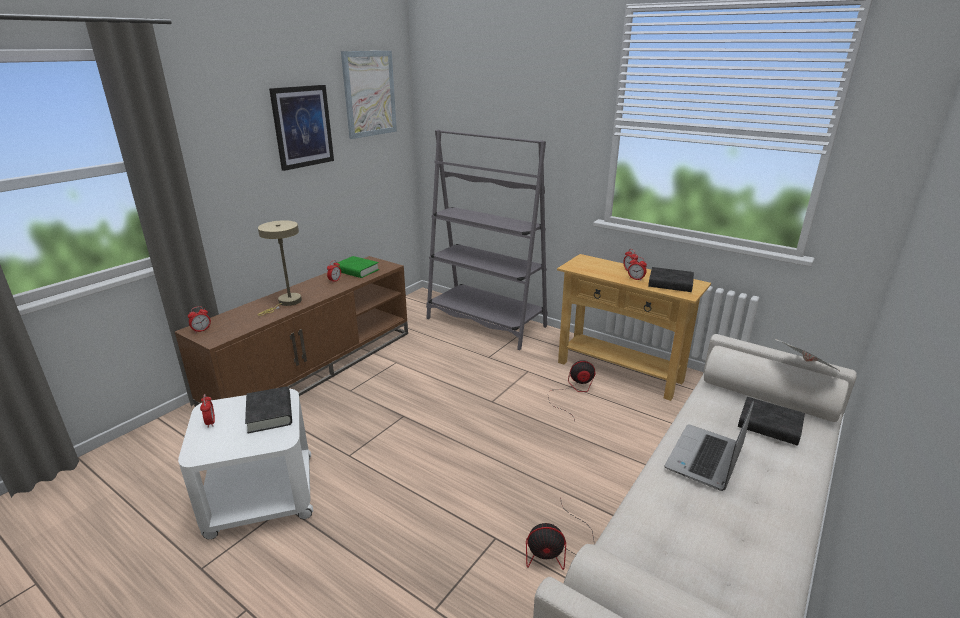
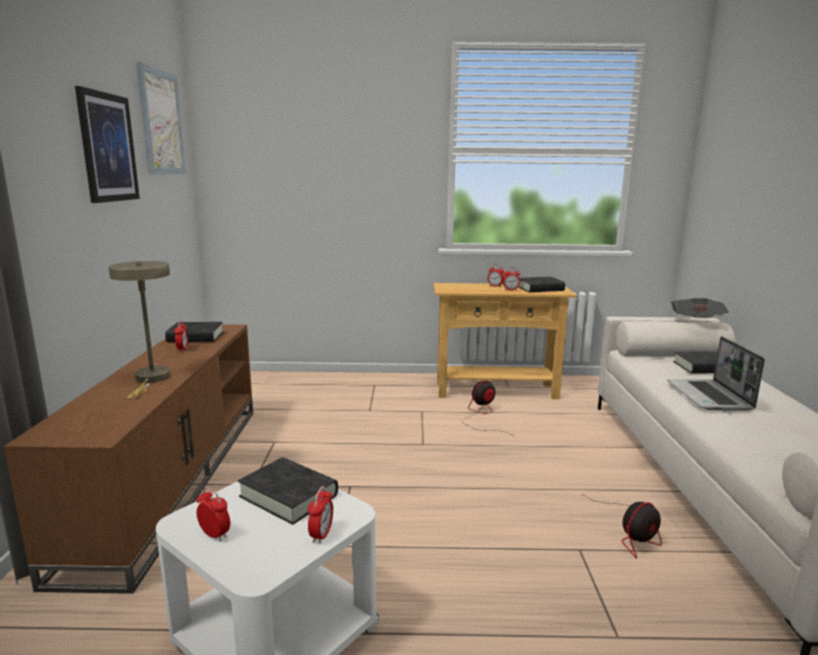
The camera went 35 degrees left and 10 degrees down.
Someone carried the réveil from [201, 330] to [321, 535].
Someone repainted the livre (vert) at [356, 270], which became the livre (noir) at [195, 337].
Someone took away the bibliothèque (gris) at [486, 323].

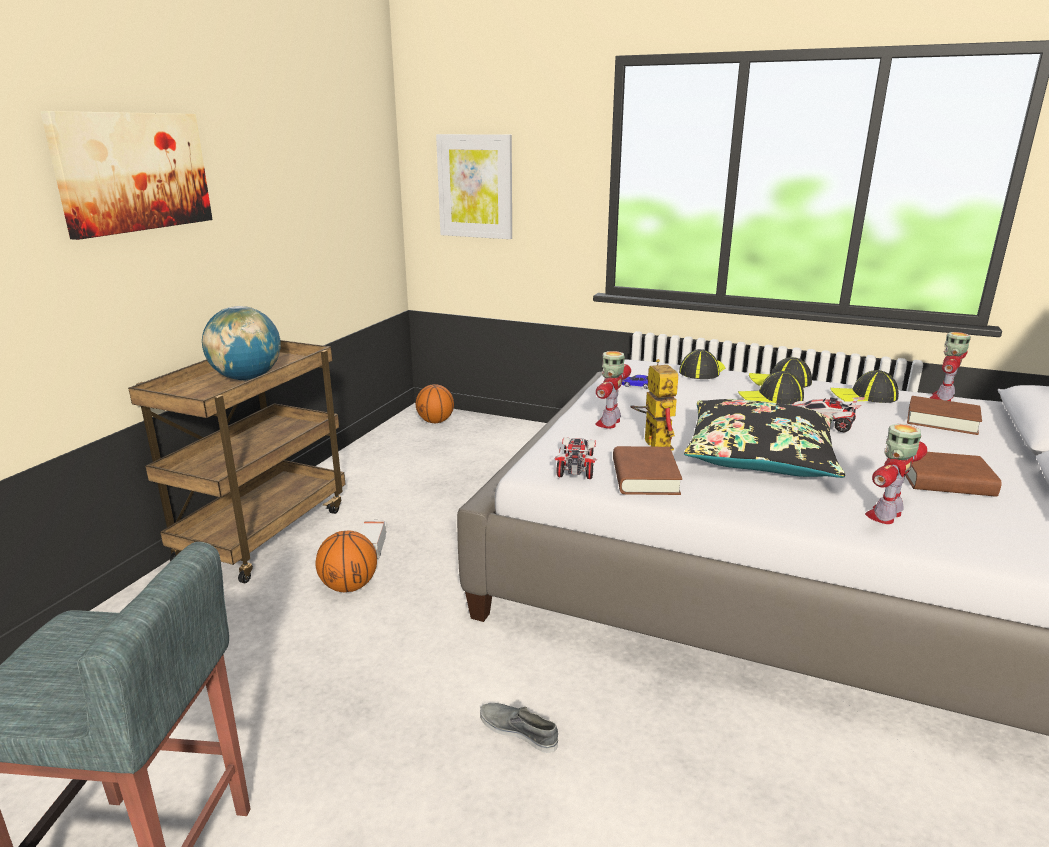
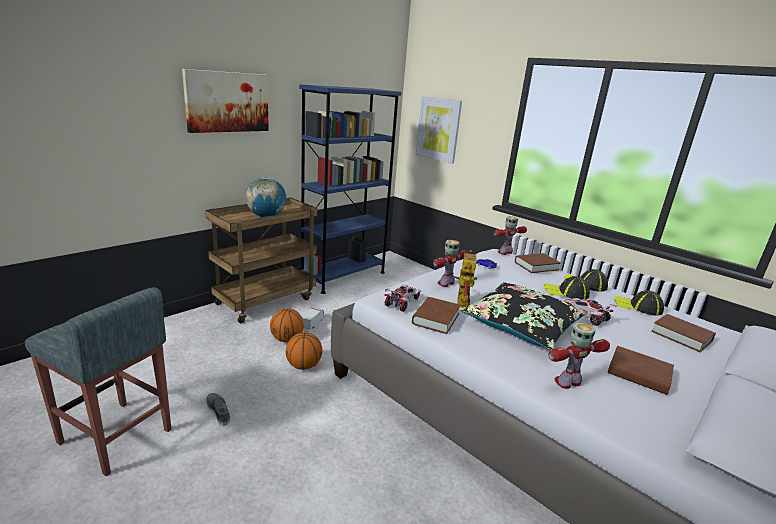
The camera went 20 degrees right and 0 degrees up.
Someone carried the ballon de basket from [435, 421] to [304, 366].
Someone carried the chaussure (gris) from [519, 730] to [219, 411].
Someone swapped the casquette at [702, 371] for the livre (marron) at [536, 266].
Someone carried the robot jouet from [943, 398] to [505, 252].
Someone put down the bibliothèque (bleu) at [343, 276].

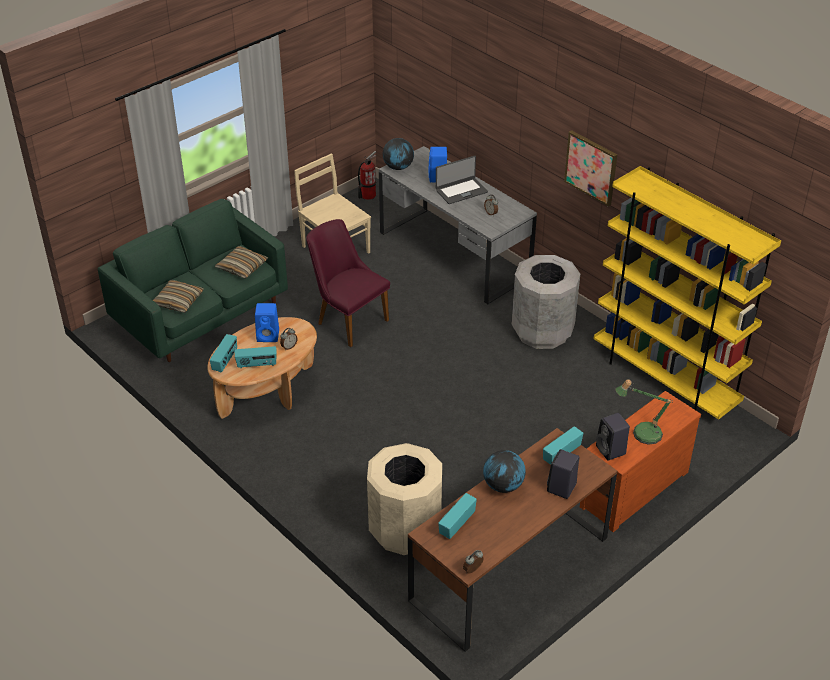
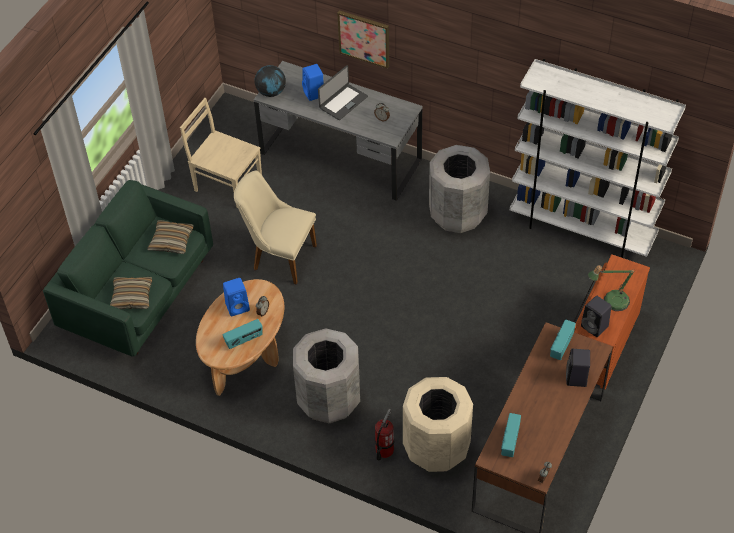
The camera went 20 degrees left and 10 degrees up.
Someone took away the radio at [225, 361].
Someone repainted the chaise (violet) at [347, 319], which became the chaise (beige) at [278, 256].
Someone carried the extincteur from [368, 195] to [384, 450].
Someone took away the globe at [503, 486].
Someone carried the tableau from [591, 167] to [364, 38].
Someone repainted the bibliothèque (jaune) at [664, 380], which became the bibliothèque (blanc) at [582, 230].
Someone put down the poubelle (gris) at [329, 400].

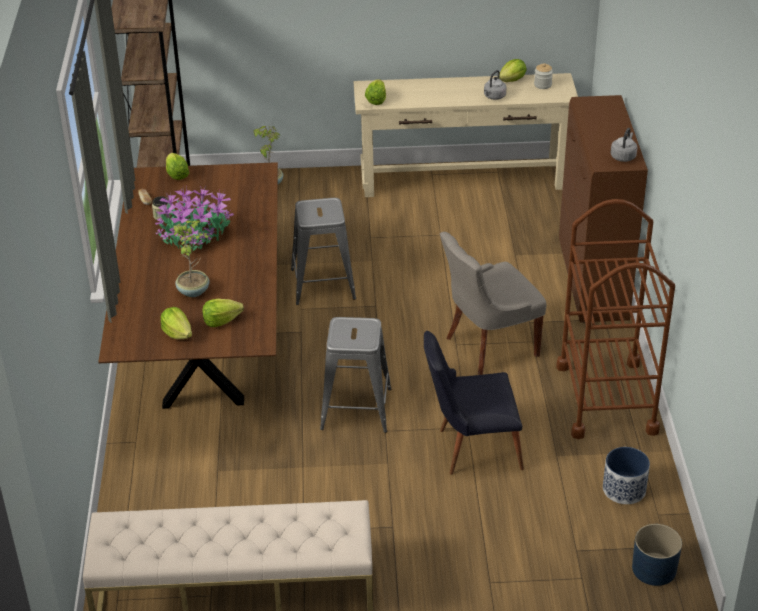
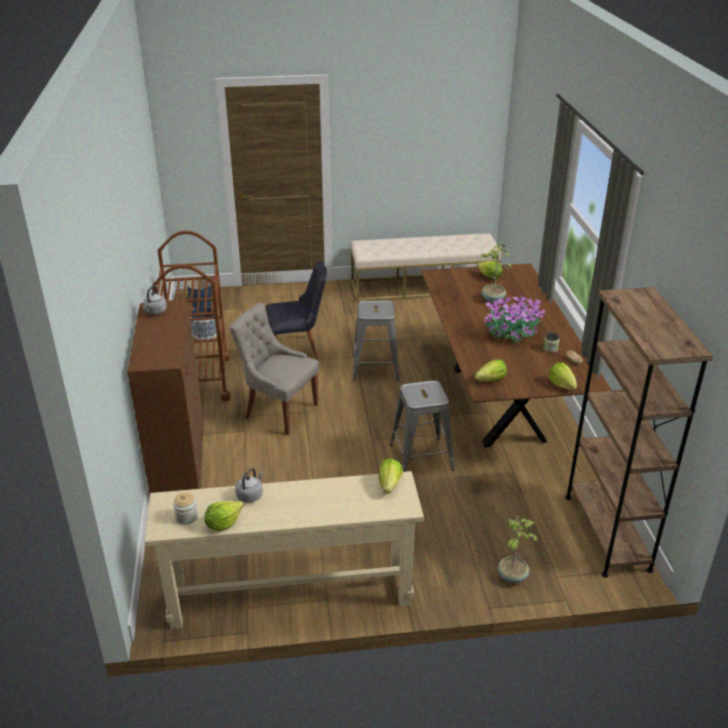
The camera went 175 degrees right and 5 degrees down.
Someone carried the laitue from [221, 321] to [491, 380].
Someone rotated the chaise (gris) at [489, 346] by 120 degrees counterclockwise.

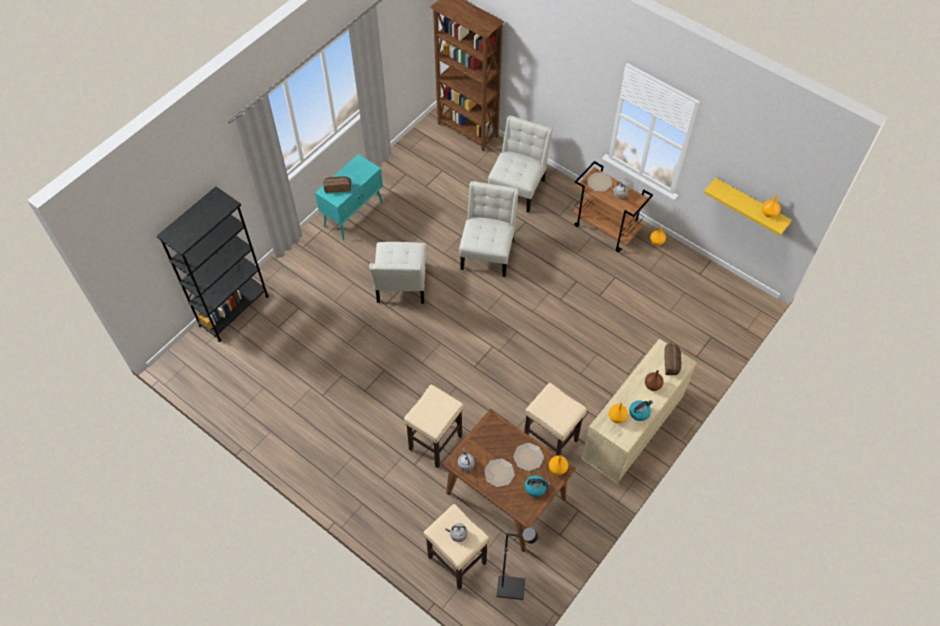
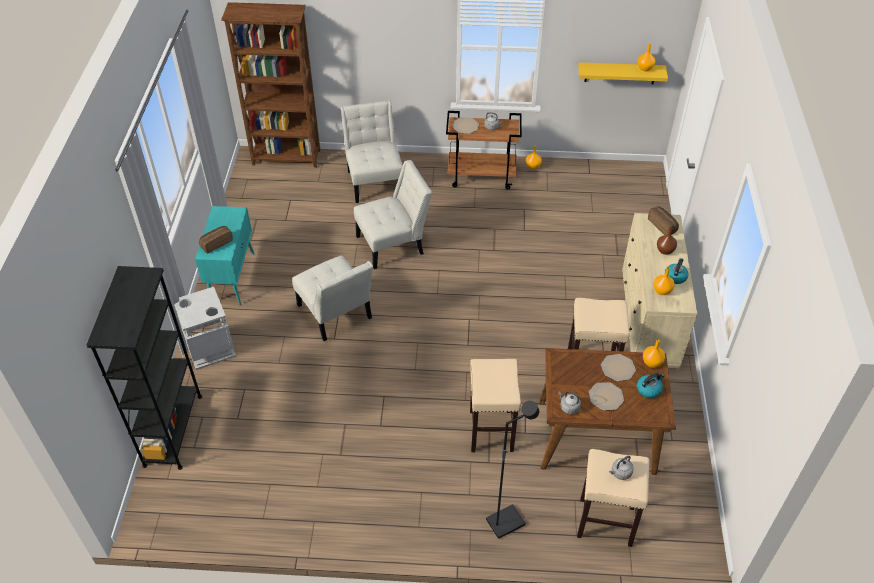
The camera went 35 degrees left and 10 degrees down.
Someone rotated the chaise (blanc) at [488, 251] by 90 degrees clockwise.
Someone carried the lampadaire (noir) from [511, 587] to [505, 521].
Someone put down the poubelle (gris) at [210, 348].

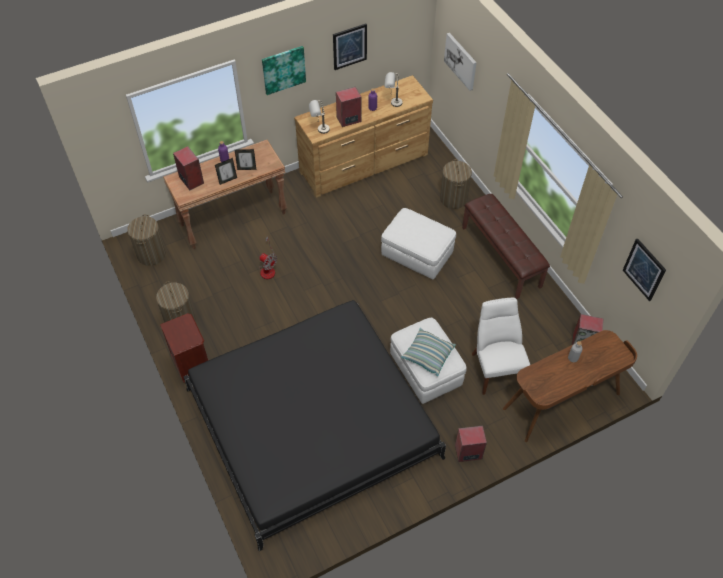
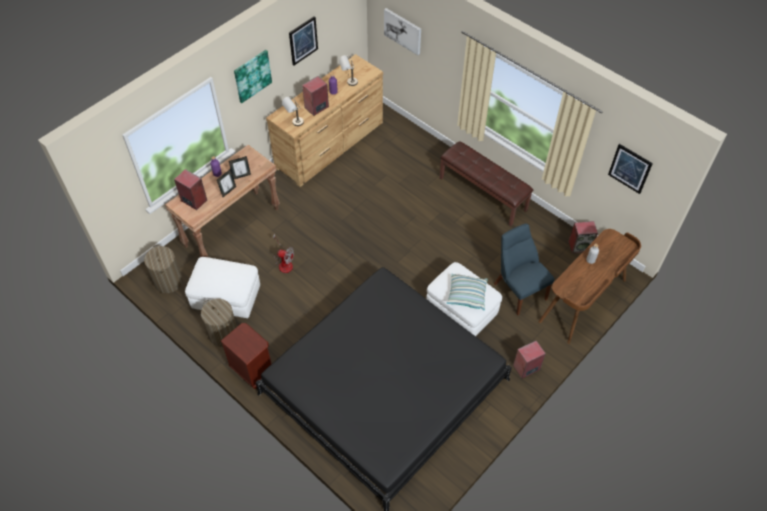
The camera went 20 degrees left and 0 degrees up.
Someone carried the pouf (blanc) from [417, 255] to [227, 298].
Someone took away the panier à linge at [453, 199].
Someone repainted the chaise (blanc) at [495, 368], which became the chaise (bleu) at [518, 290].

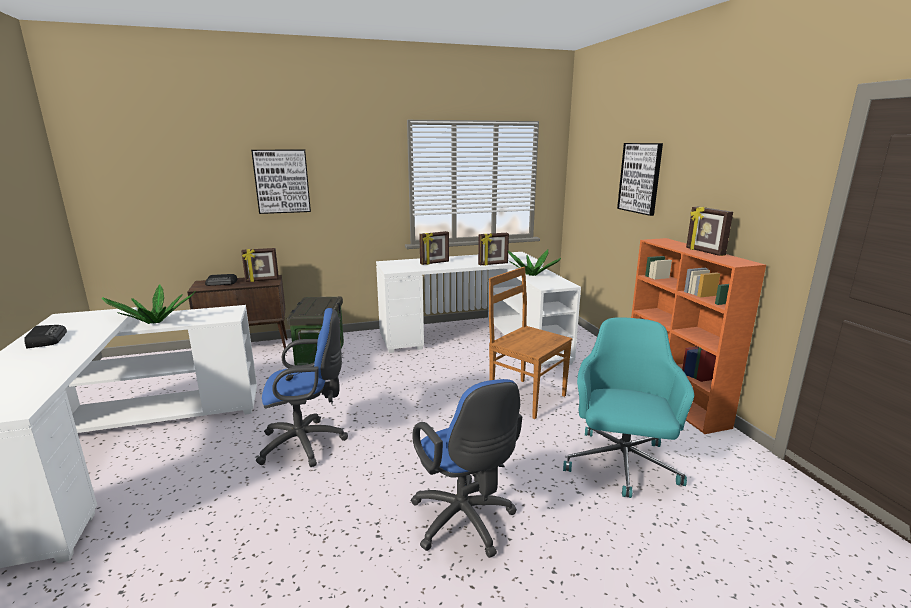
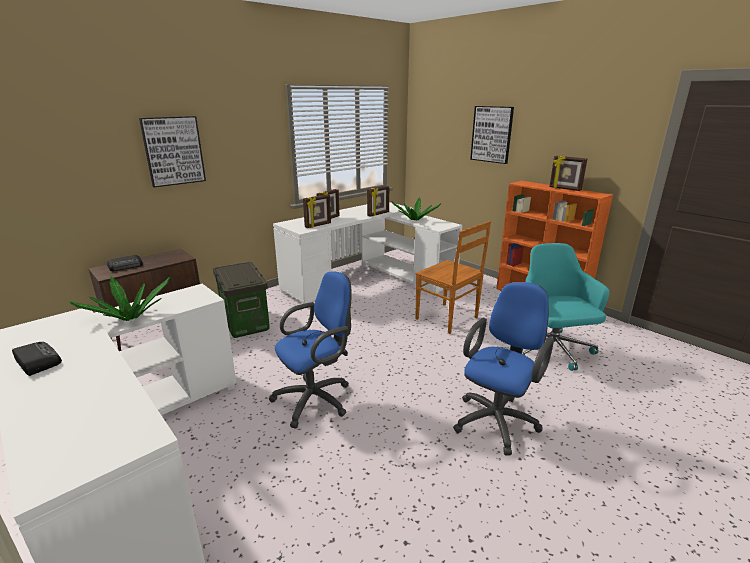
The camera went 25 degrees left and 5 degrees up.
Someone carried the cadre photo from [262, 280] to [318, 225].
Someone rotated the chaise de bureau (bleu) at [465, 523] by 90 degrees counterclockwise.
Someone rotated the chaise (marron) at [526, 397] by 150 degrees counterclockwise.

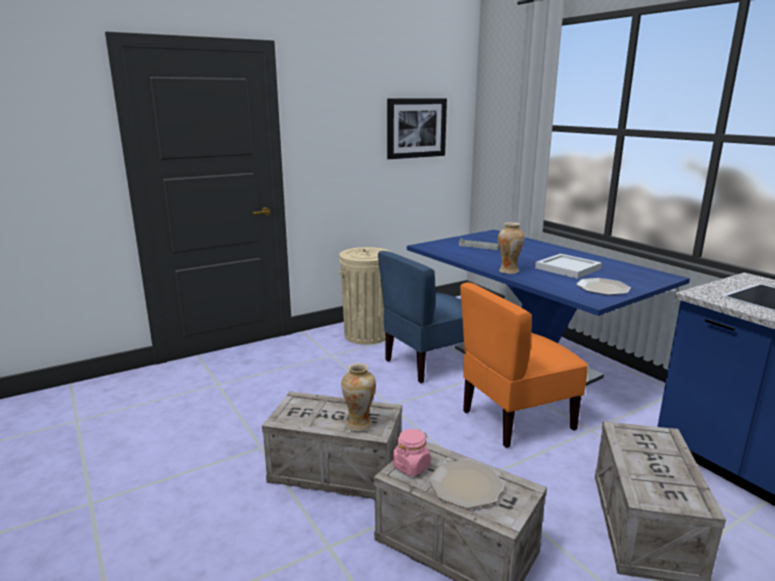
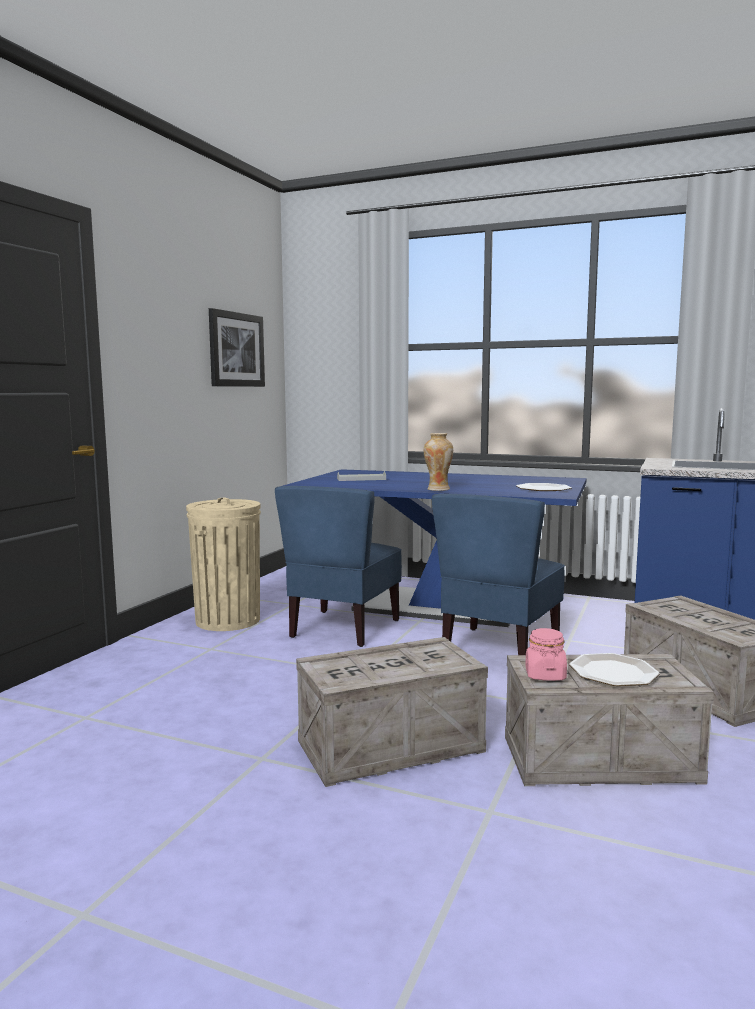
The camera went 35 degrees left and 10 degrees down.
Someone took away the vase at [359, 424].
Someone repainted the chaise (orange) at [516, 419], which became the chaise (bleu) at [499, 650].
Someone took away the plateau (blanc) at [567, 268].

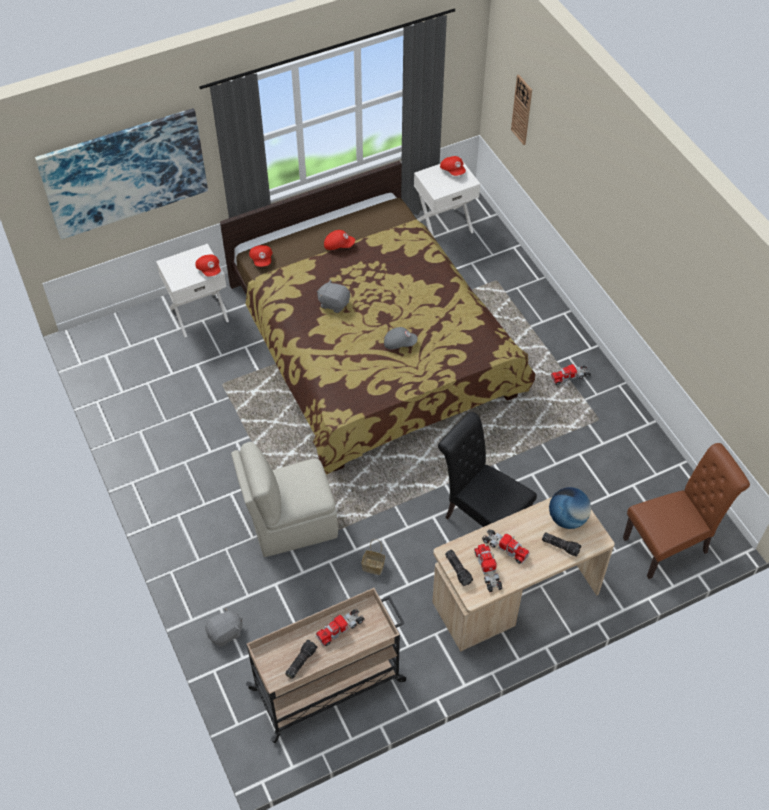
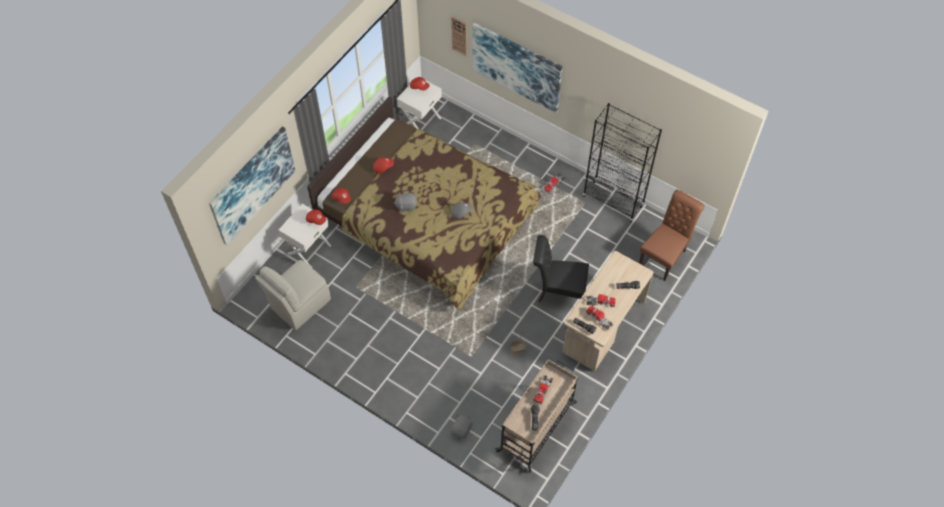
The camera went 30 degrees left and 5 degrees up.
Someone carried the chaise (beige) from [290, 523] to [299, 305].
Someone took away the globe at [567, 518].
Someone put up the tableau at [516, 66].
Someone put down the bibliothèque (noir) at [613, 201].

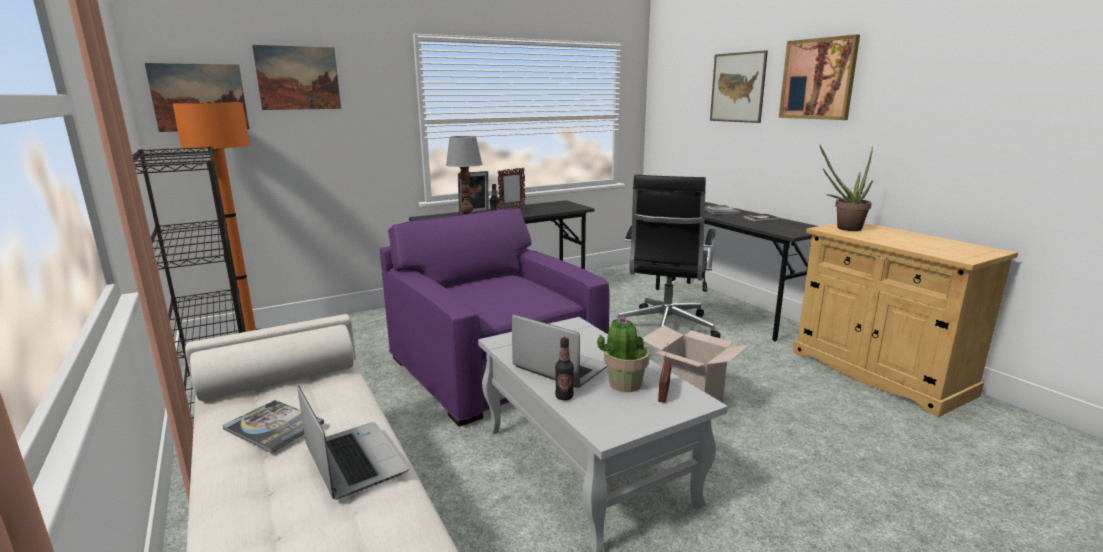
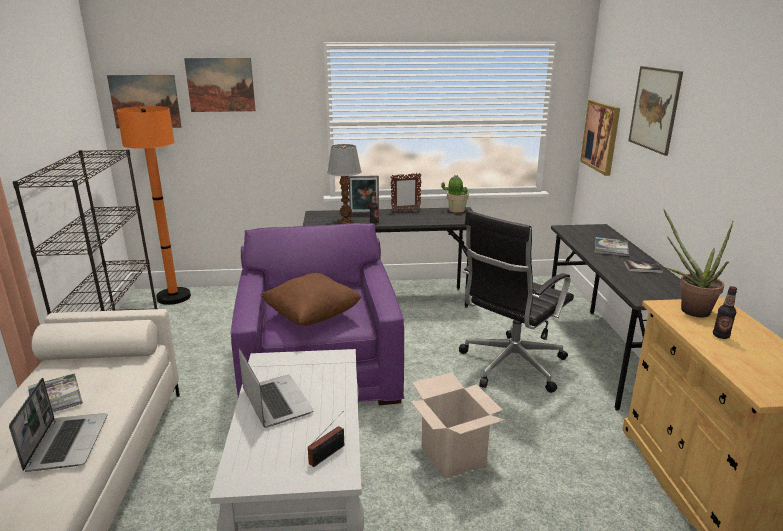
The camera went 25 degrees right and 5 degrees up.
Someone carried the bouteille from [564, 396] to [720, 336].
Someone carried the plante en pot from [624, 384] to [456, 210].
Someone carried the tableau from [818, 79] to [601, 136].
Someone put down the coussin (marron) at [312, 316].

